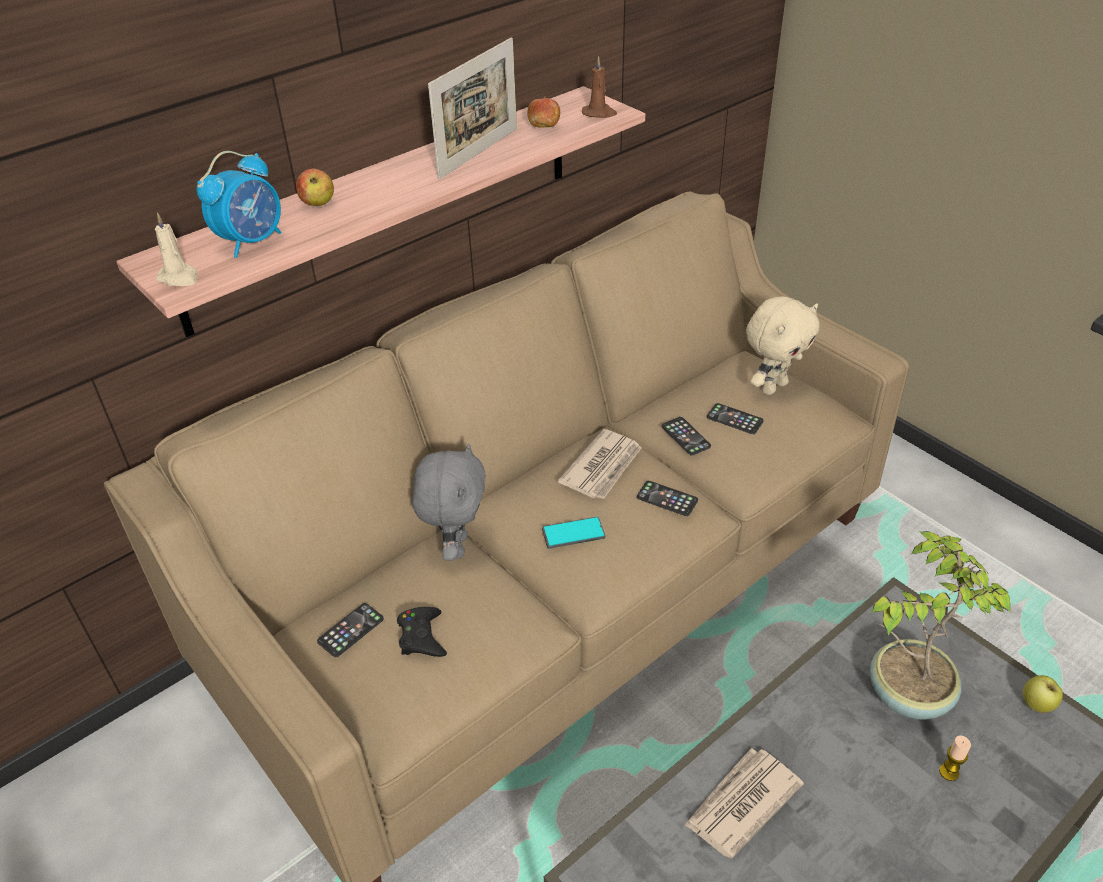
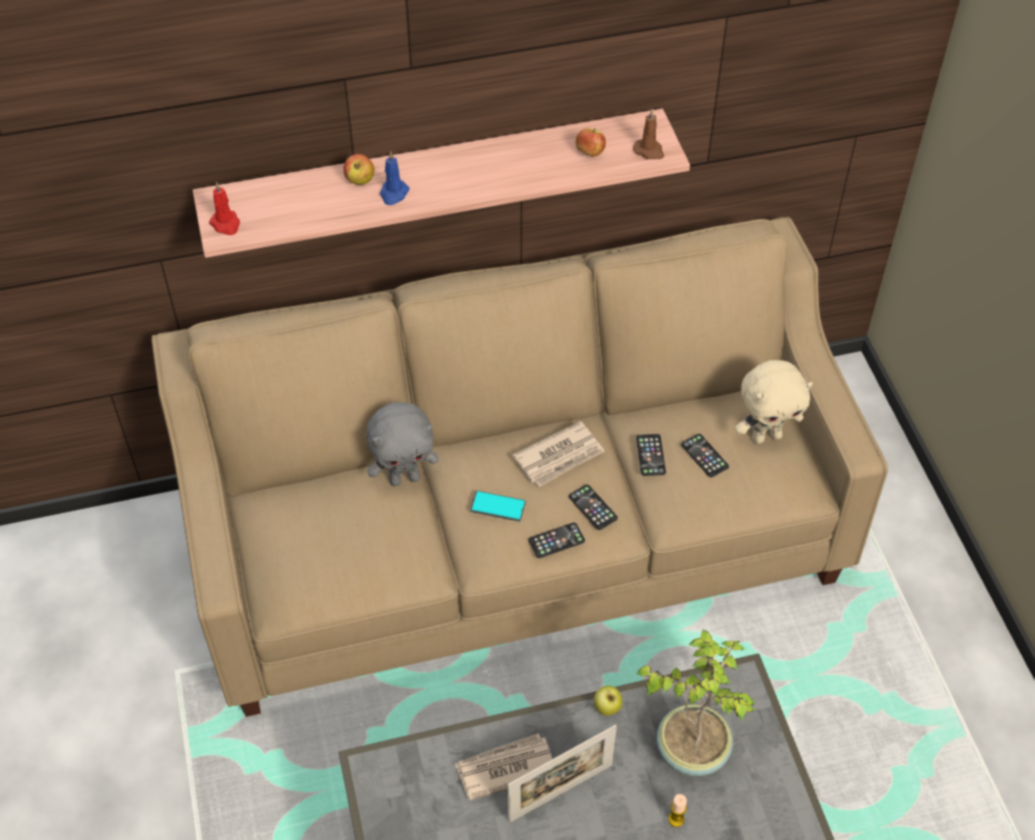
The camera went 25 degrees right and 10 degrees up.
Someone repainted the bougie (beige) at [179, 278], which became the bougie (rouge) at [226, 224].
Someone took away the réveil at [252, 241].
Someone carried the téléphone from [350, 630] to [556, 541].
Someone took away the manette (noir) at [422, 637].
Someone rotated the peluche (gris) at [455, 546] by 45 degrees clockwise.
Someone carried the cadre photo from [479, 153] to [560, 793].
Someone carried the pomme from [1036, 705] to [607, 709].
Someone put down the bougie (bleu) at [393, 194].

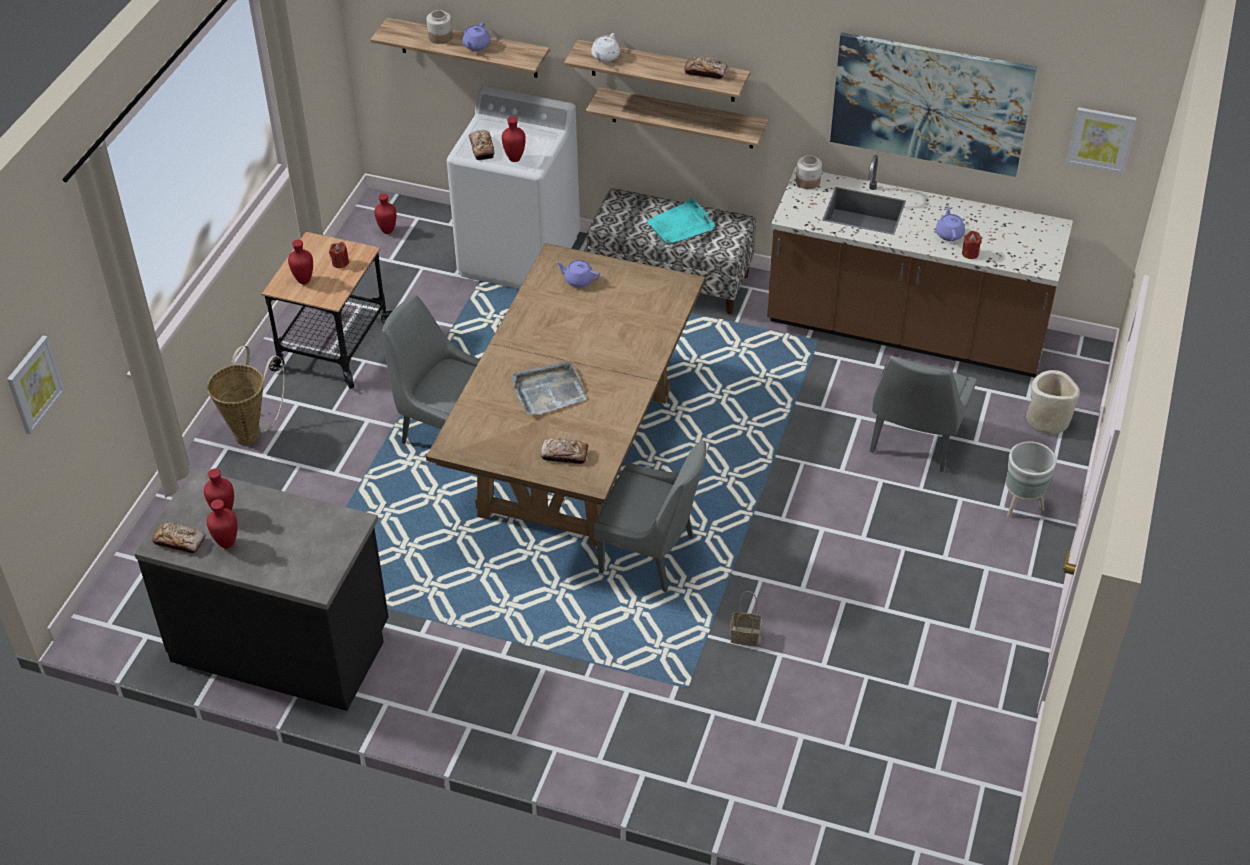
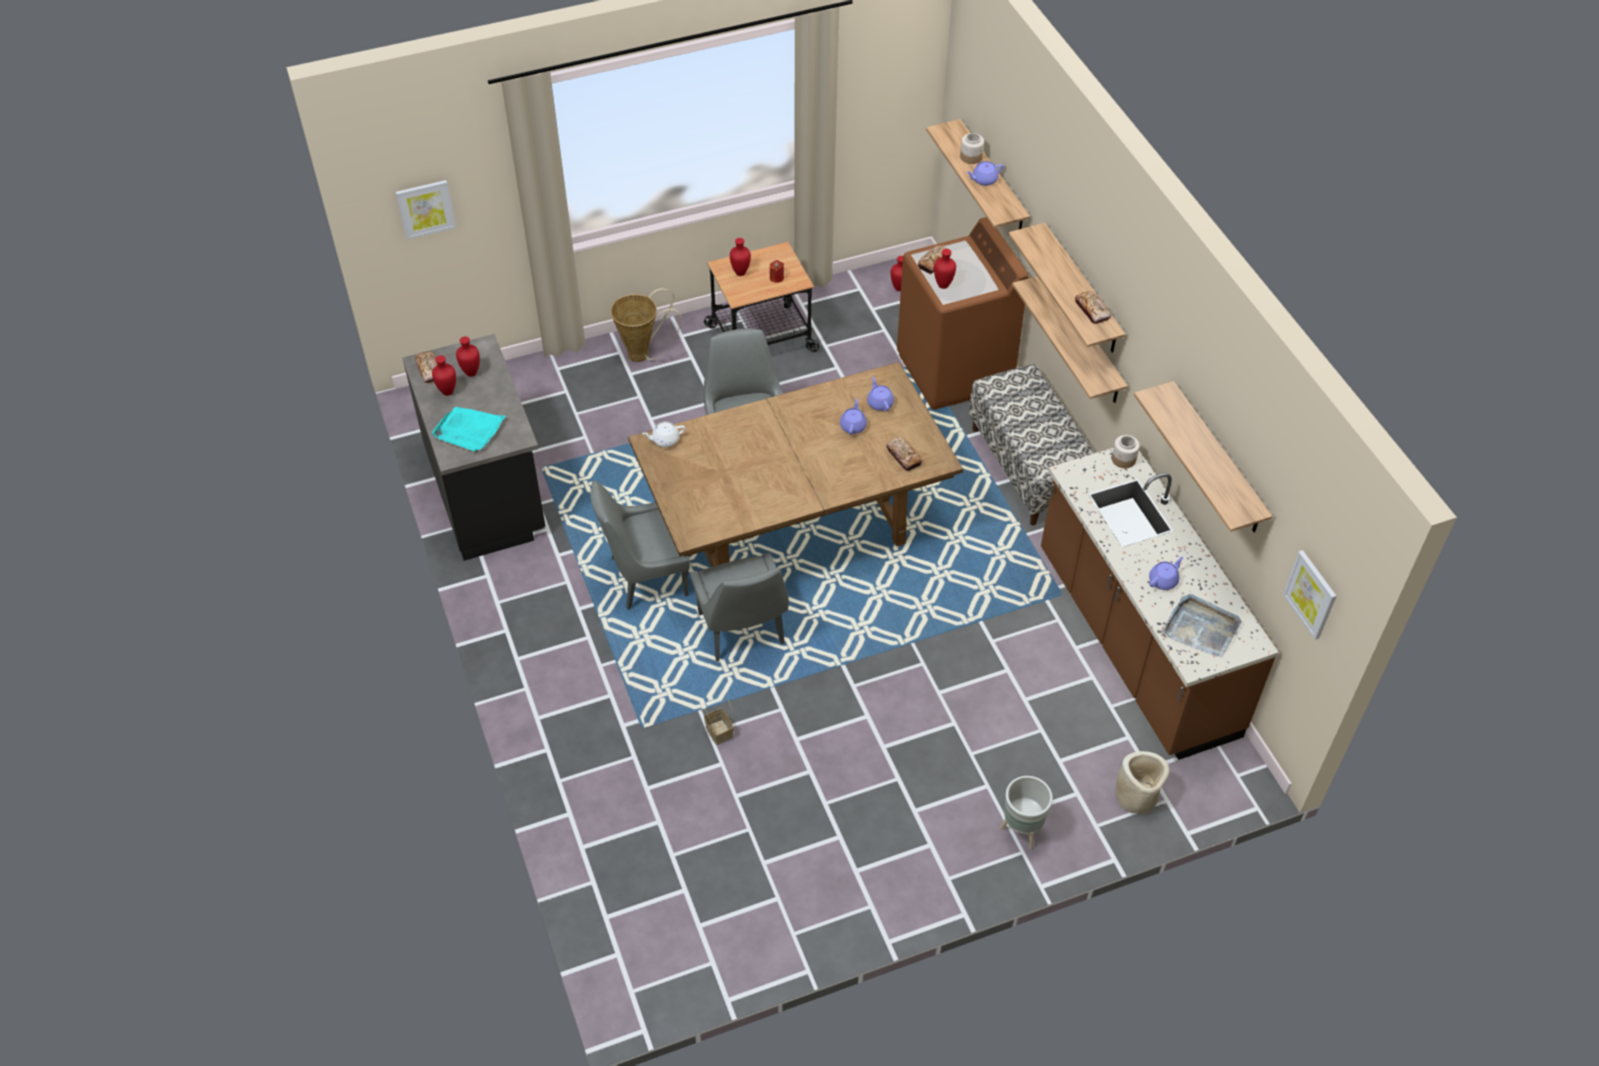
The camera went 50 degrees right and 5 degrees up.
Someone repainted the lave-linge (blanc) at [519, 256], which became the lave-linge (marron) at [954, 371].
Someone carried the plateau (gris) from [548, 391] to [1201, 628].
Someone carried the pain from [564, 455] to [903, 457].
Someone carried the théière (blanc) from [605, 57] to [665, 440].
Someone carried the plateau (turquoise) from [681, 225] to [469, 430].
Someone swapped the tableau at [930, 103] for the étagère at [1217, 460].
Someone carried the chaise (gris) from [913, 442] to [645, 577].
Someone took away the bougie (rouge) at [970, 253].
Someone put down the théière (violet) at [853, 426].

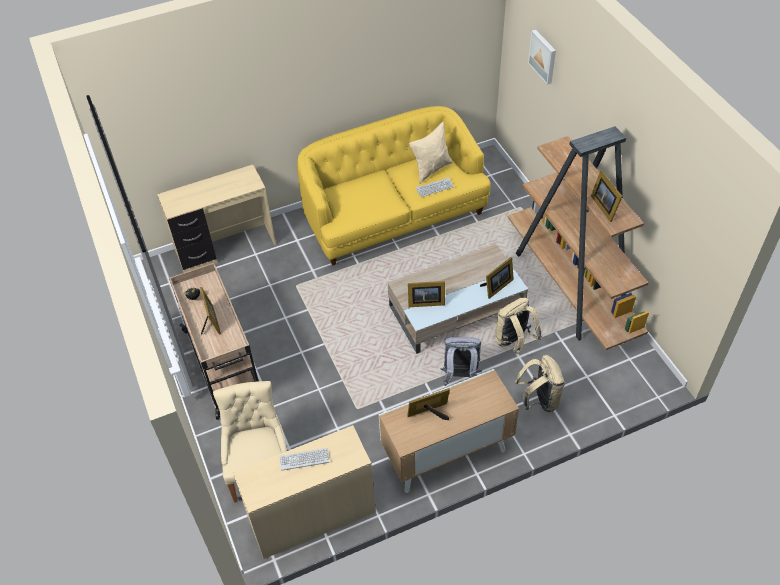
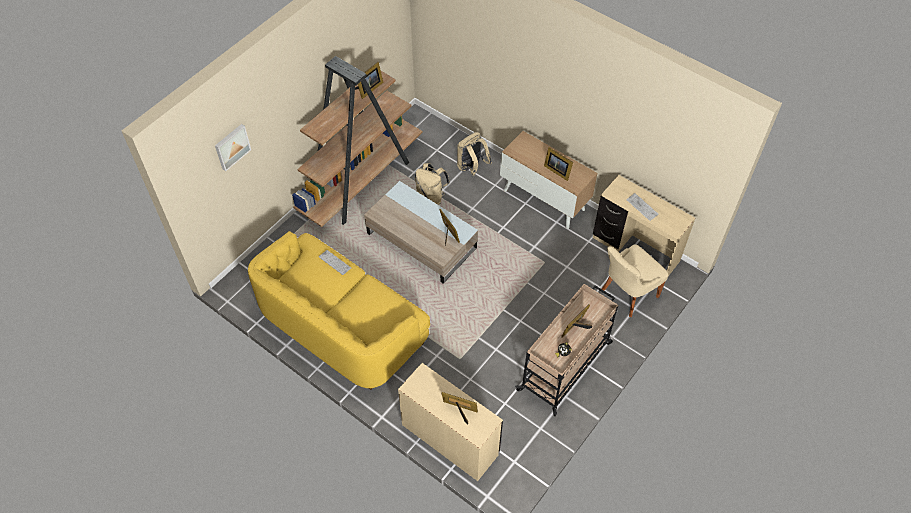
The camera went 120 degrees left and 5 degrees up.
Someone took away the coussin (beige) at [431, 169].
Someone took away the sac à dos (gris) at [460, 377].
Someone carried the cadre photo from [496, 287] to [460, 411].

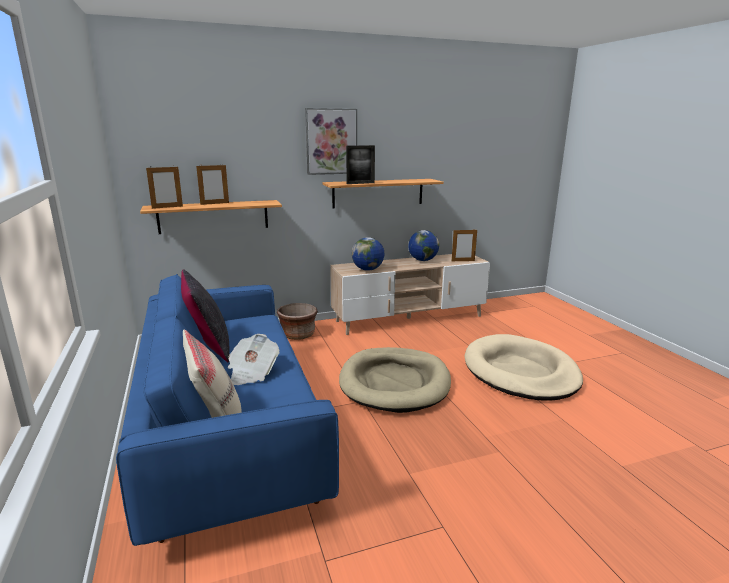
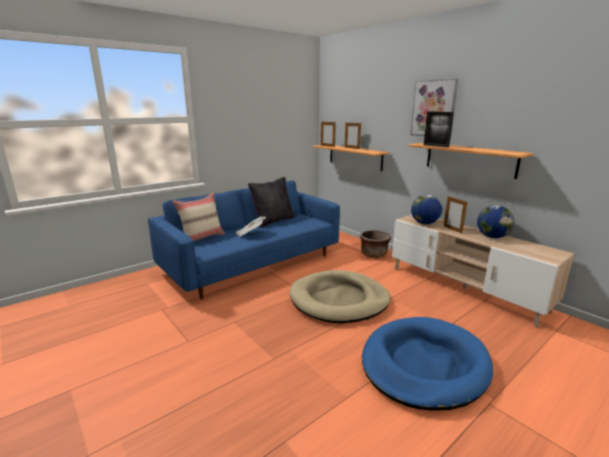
The camera went 70 degrees right and 0 degrees up.
Someone carried the cadre photo from [463, 261] to [452, 229].
Someone repainted the panier pour chien (beige) at [520, 372], which became the panier pour chien (bleu) at [423, 364].

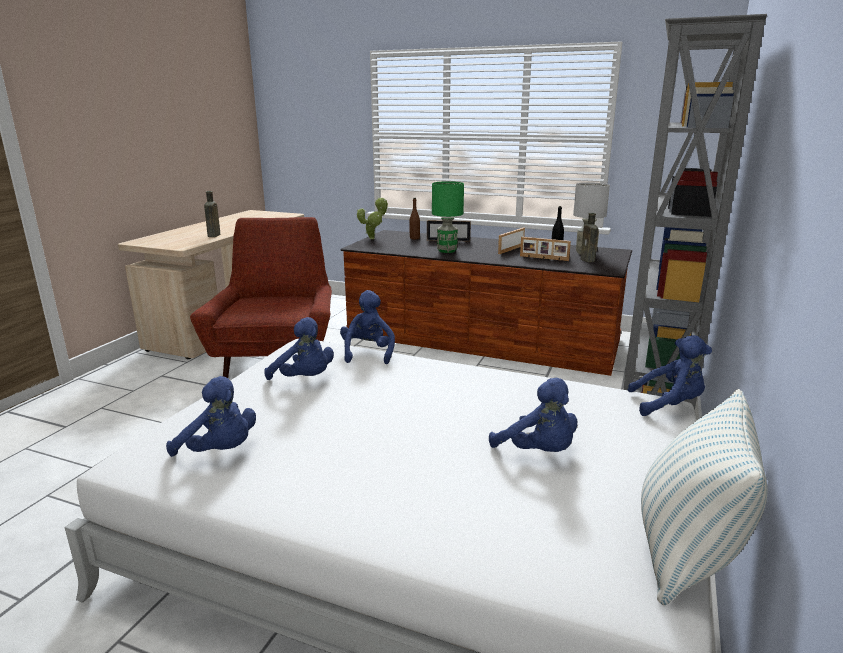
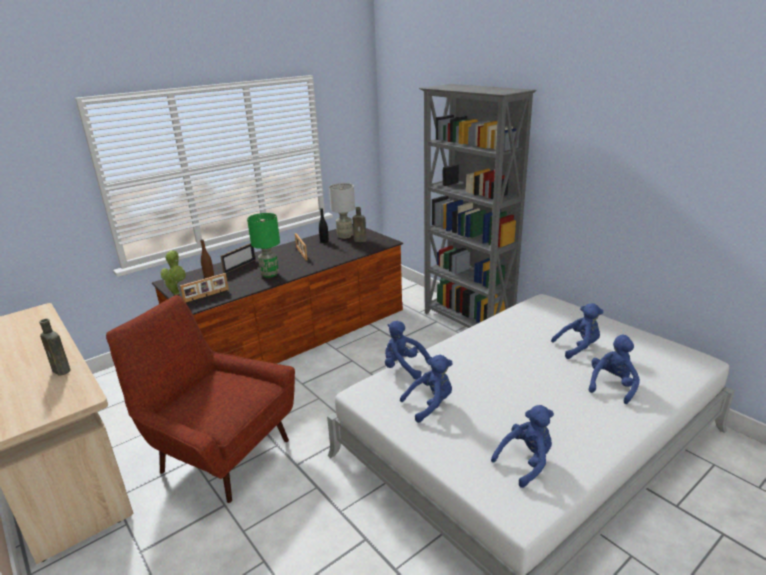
The camera went 60 degrees left and 5 degrees up.
Someone carried the cadre photo from [543, 258] to [206, 296].
Someone carried the peluche (bleu) from [669, 405] to [612, 386].
Someone took away the coussin at [687, 552].

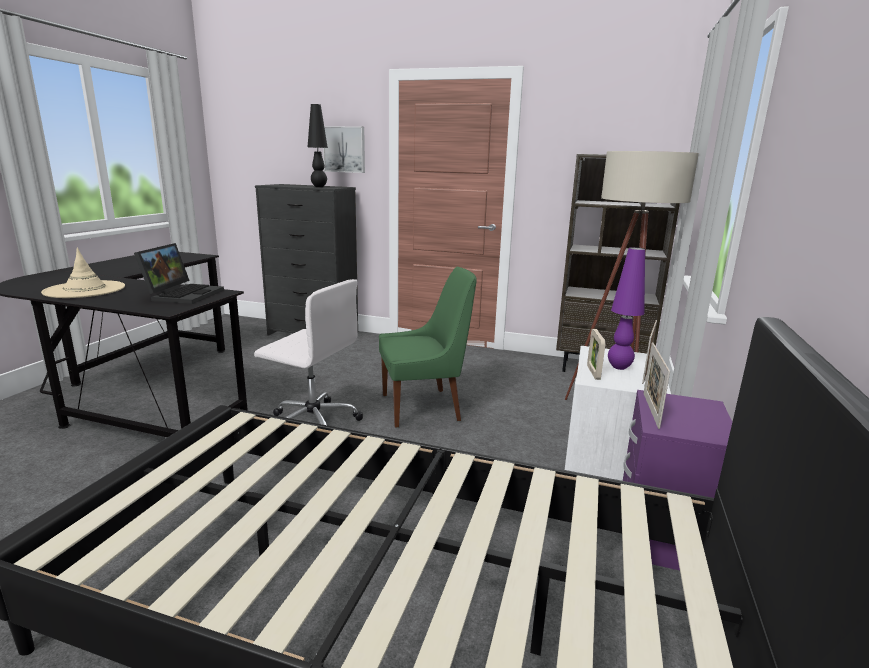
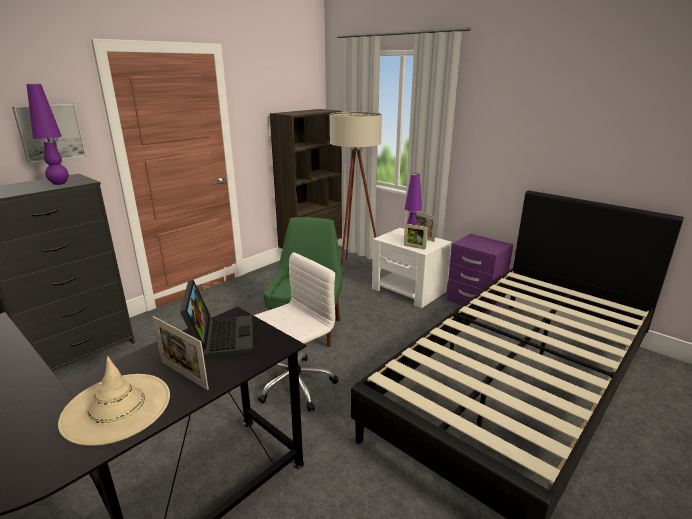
The camera went 65 degrees left and 5 degrees up.
Someone rotated the ordinateur portable at [183, 294] by 45 degrees clockwise.
Someone repainted the lampe de table (noir) at [319, 187], which became the lampe de table (violet) at [59, 183].
Someone carried the cadre photo from [651, 410] to [183, 375].

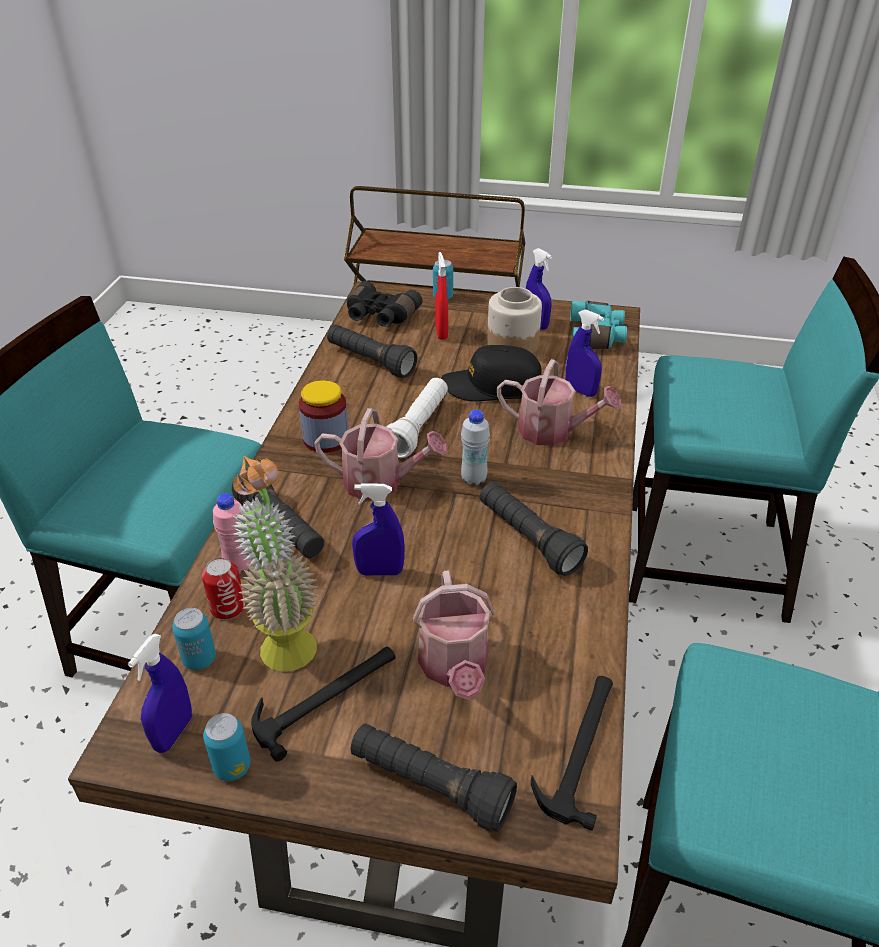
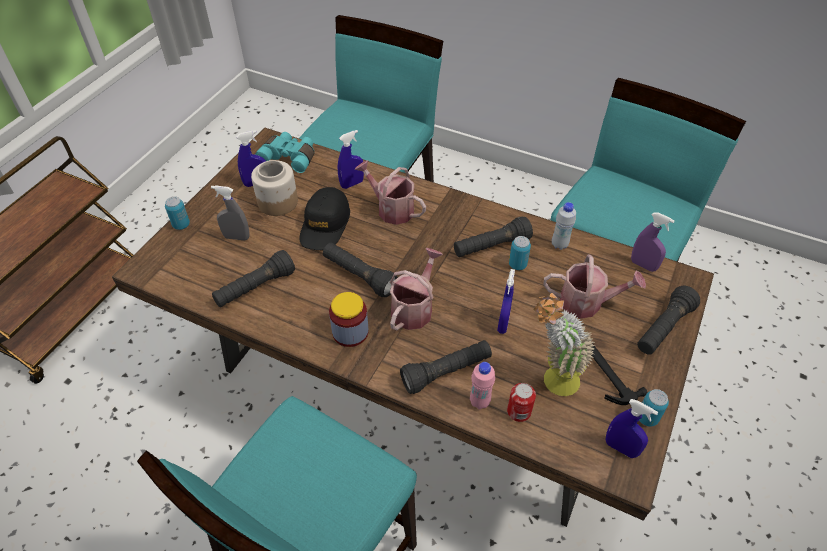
The camera went 75 degrees left and 10 degrees up.
Someone carried the boîte métallique from [199, 659] to [517, 265].
Someone took away the jumelles (noir) at [380, 316].
Someone repainted the lampe de poche (blanc) at [418, 428], which became the lampe de poche (noir) at [359, 276].
Someone repainted the vaporisateur (rouge) at [441, 332], which became the vaporisateur (gris) at [236, 237].
Someone carried the bouteille (blanc) from [474, 479] to [559, 245].
Someone rotated the arrosoir at [553, 432] by 90 degrees counterclockwise.
Someone swapped the marteau at [581, 747] for the vaporisateur (violet) at [643, 265].

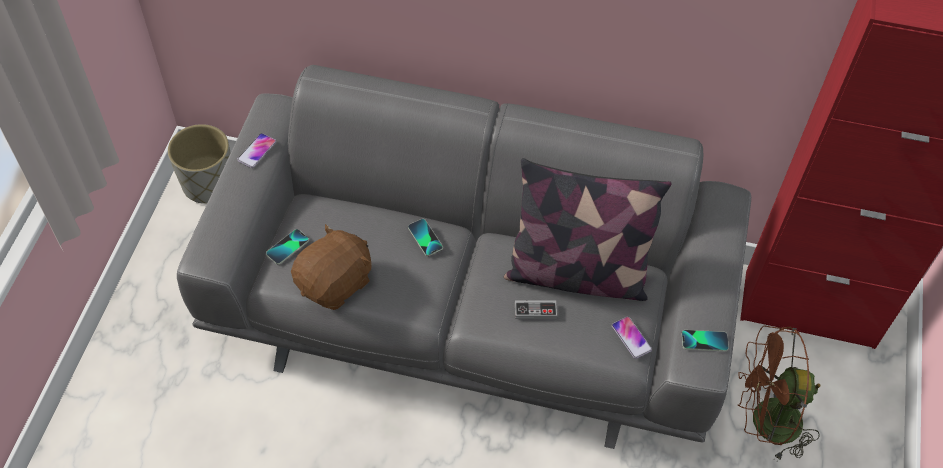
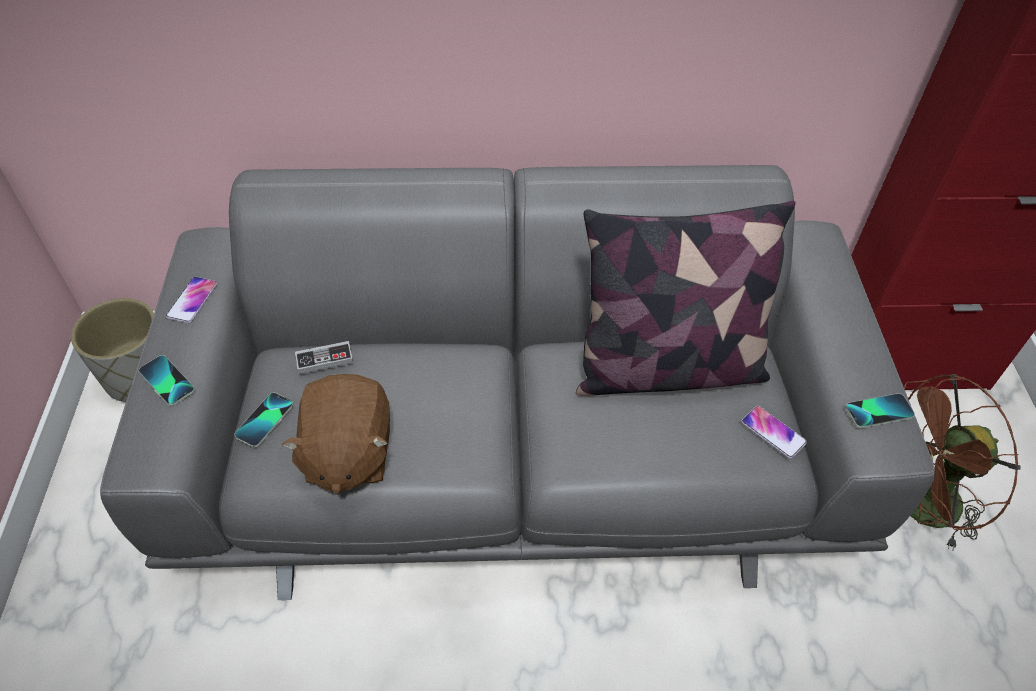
The camera went 15 degrees left and 5 degrees down.
Someone rotated the peluche (marron) at [335, 283] by 150 degrees clockwise.
Someone carried the téléphone from [425, 238] to [167, 381].
Someone carried the manette from [535, 311] to [324, 360].

